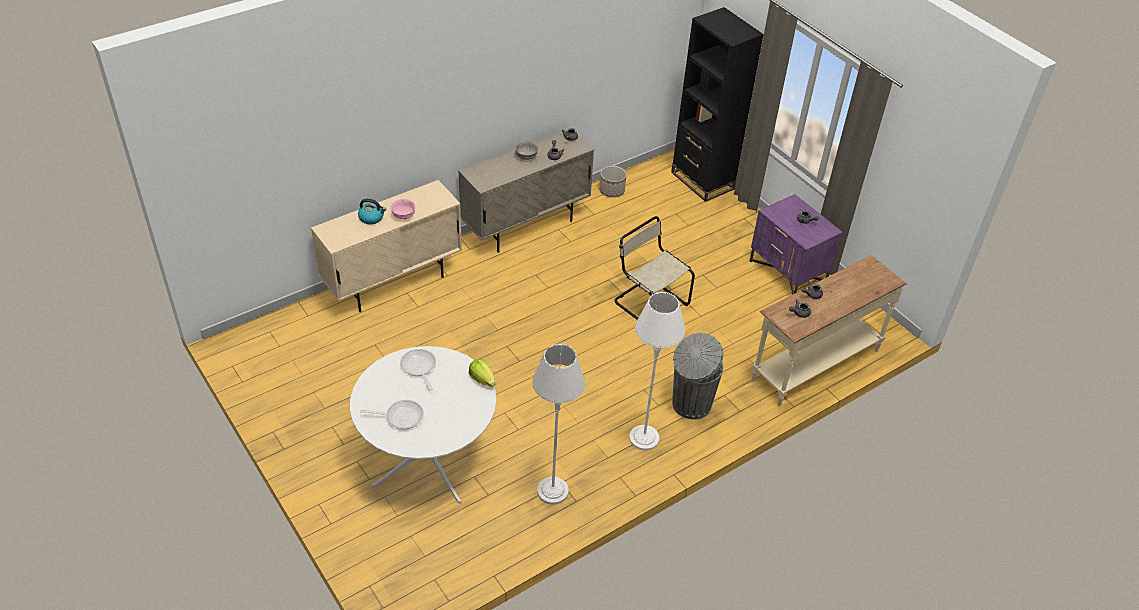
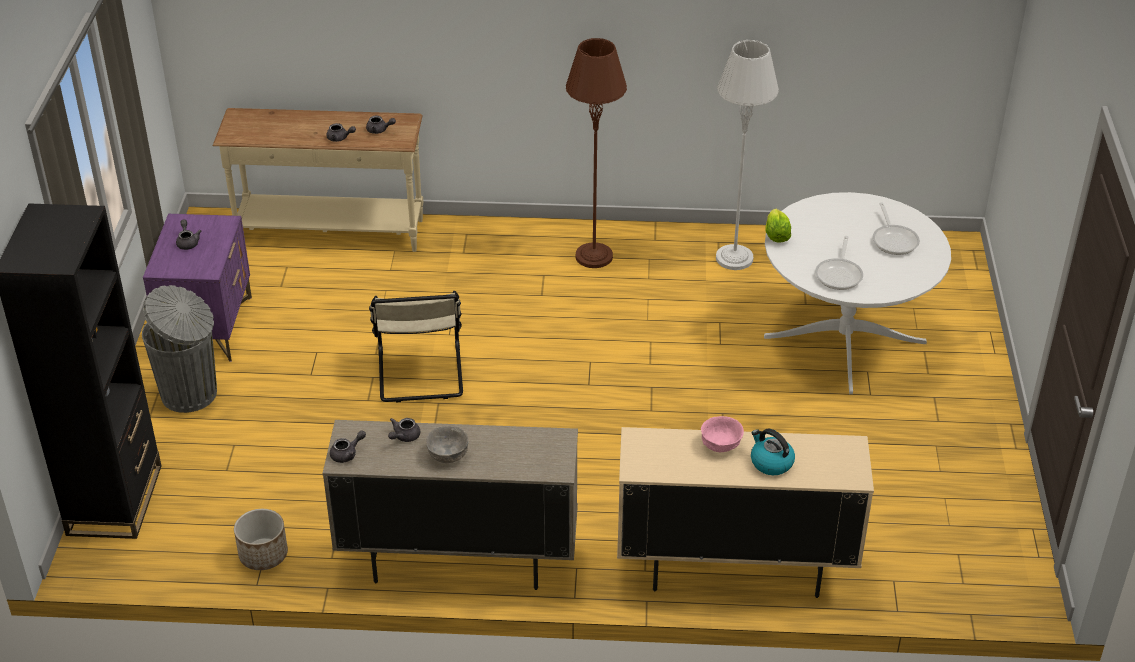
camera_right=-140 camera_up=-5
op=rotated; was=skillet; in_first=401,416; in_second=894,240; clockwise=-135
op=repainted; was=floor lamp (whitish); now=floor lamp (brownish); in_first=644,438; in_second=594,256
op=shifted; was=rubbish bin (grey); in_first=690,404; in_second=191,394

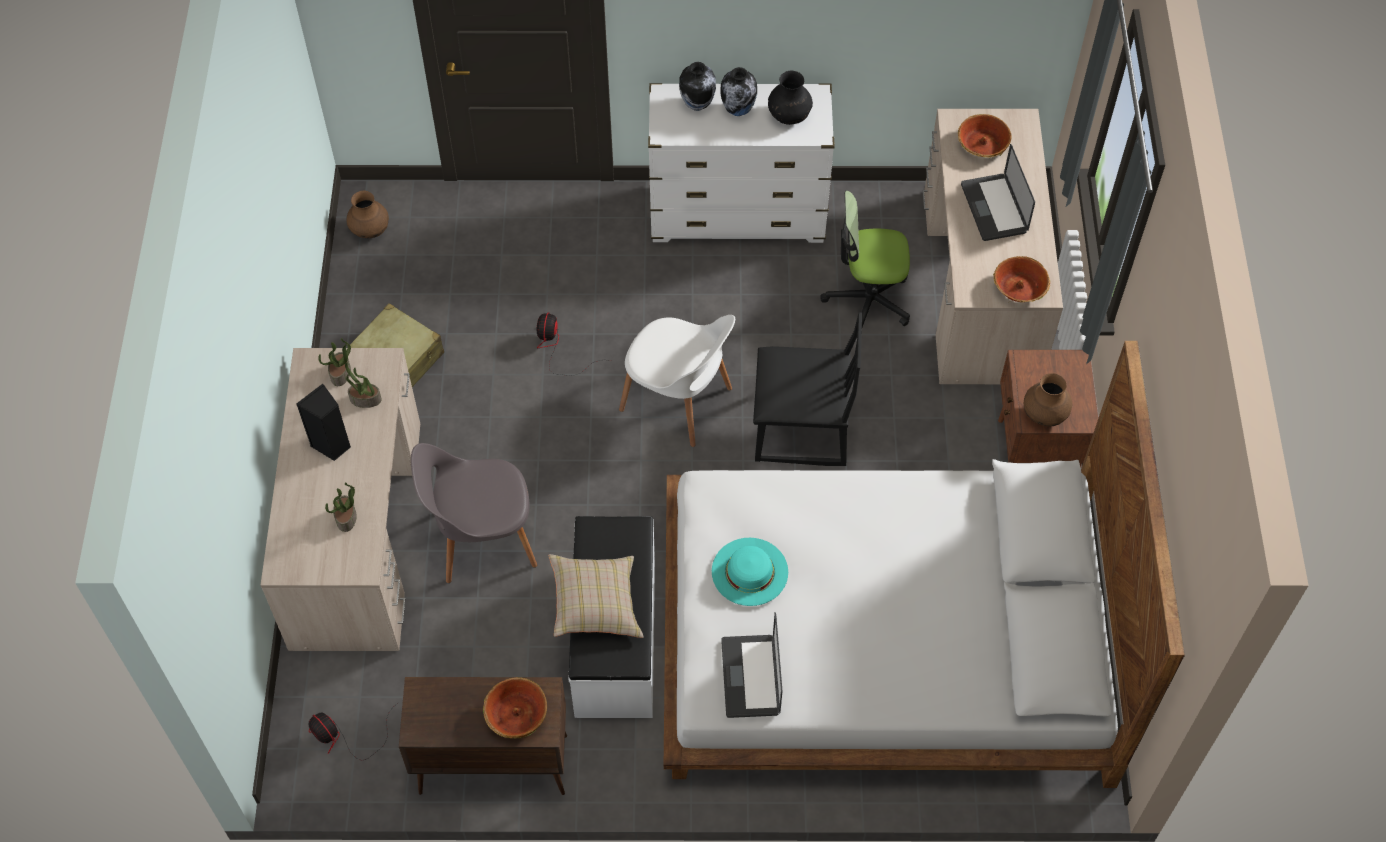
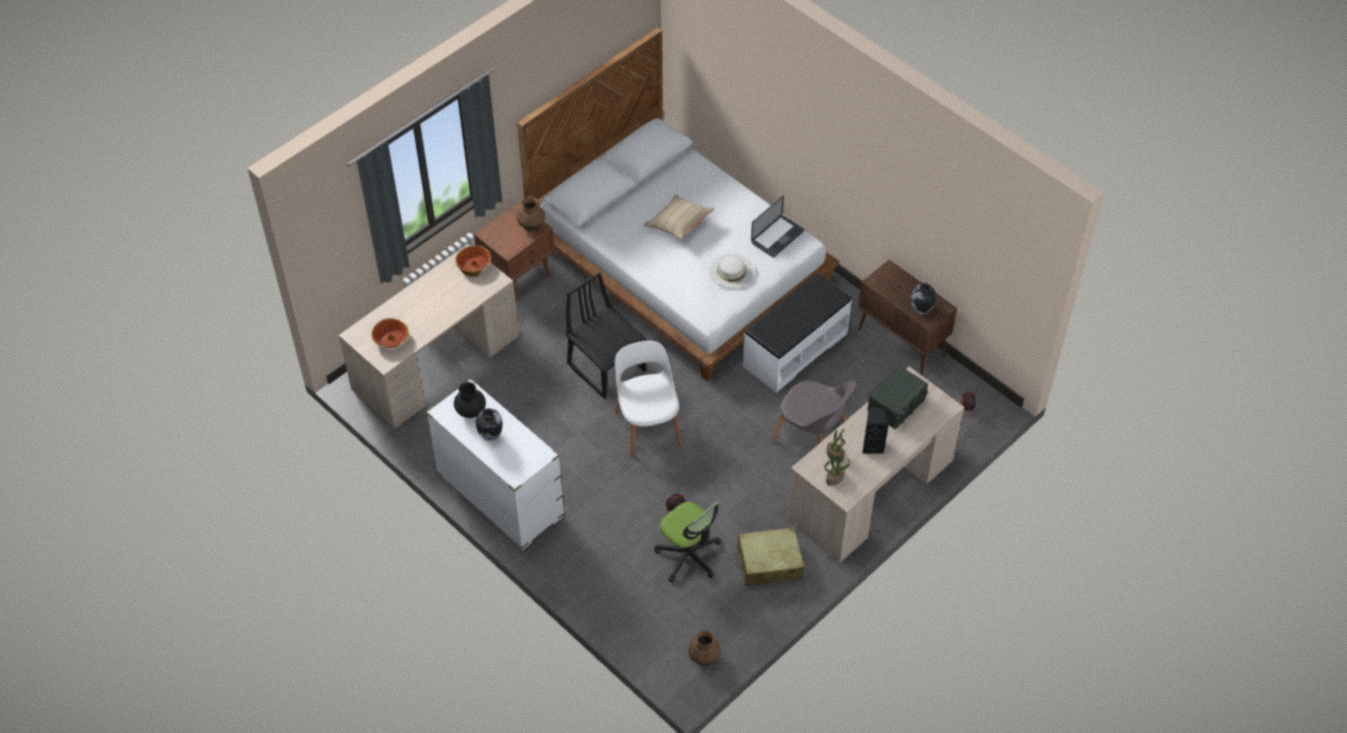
camera_right=-135 camera_up=-5
op=swapped; was=plant in a pot; now=radio set; in_first=346,518; in_second=897,406
op=gone; was=bowl; in_first=516,714
op=shifted; was=throw pillow (beige); in_first=595,604; in_second=678,224
op=shifted; was=vase; in_first=697,104; in_second=920,310
op=repainted; was=hat (blue-green); now=hat (whitish); in_first=749,571; in_second=731,271
op=shifted; was=computer chair; in_first=867,300; in_second=688,556
op=gone; was=laptop; in_first=994,208

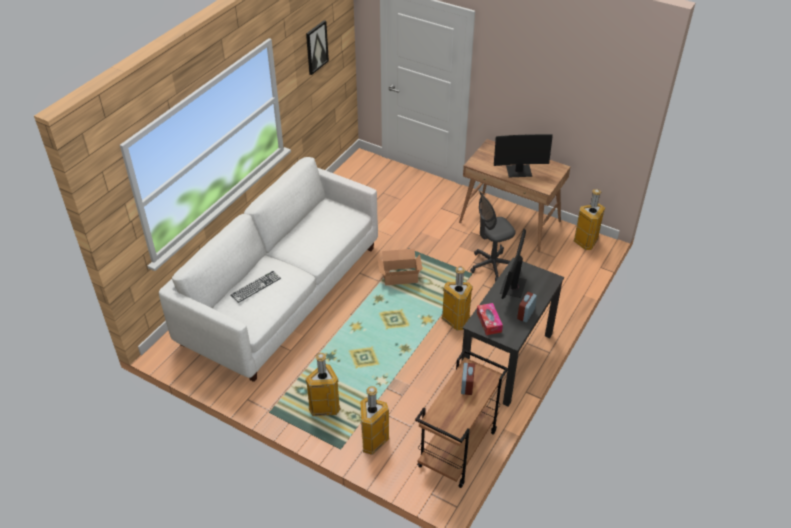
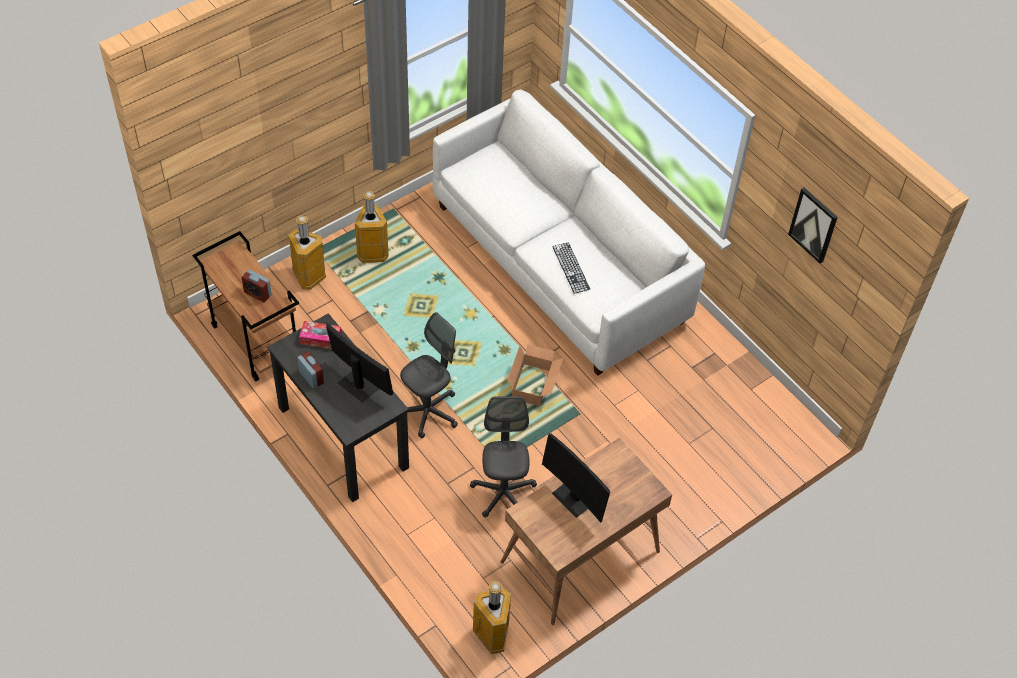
camera_right=110 camera_up=10
op=shifted; was=keyboard; in_first=256,286; in_second=571,268
op=swapped; was=rubbish bin; now=computer chair (grey); in_first=455,321; in_second=428,412
op=rotated; was=computer display; in_first=519,171; in_second=574,498; clockwise=-60

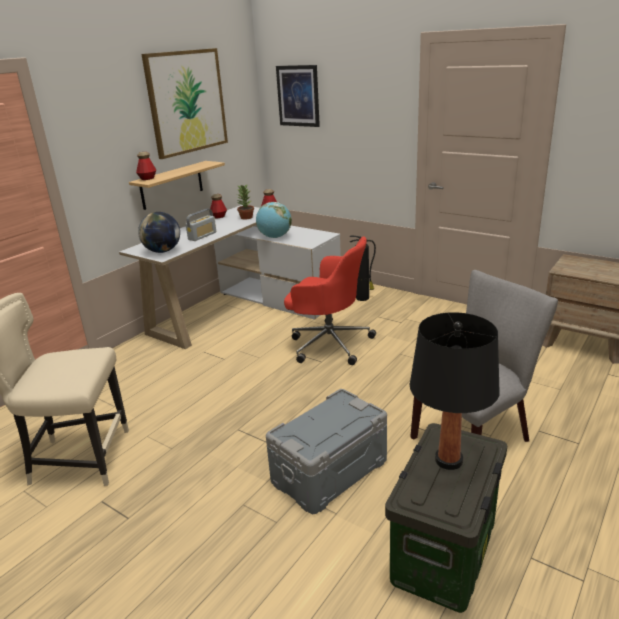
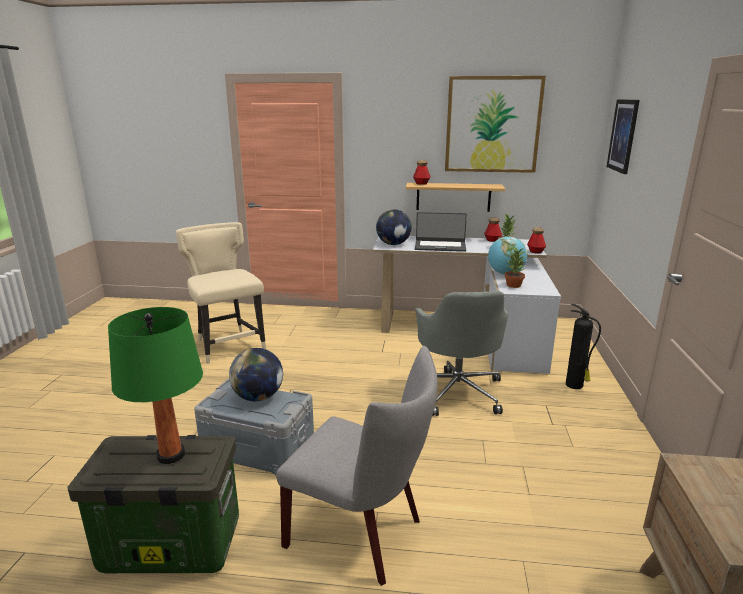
camera_right=60 camera_up=-5
op=swapped; was=radio set; now=laptop; in_first=202,236; in_second=440,246
op=repainted; was=computer chair (red-coloured); now=computer chair (grey); in_first=329,343; in_second=457,391
op=repainted; was=tabletop lamp (blackish); now=tabletop lamp (green); in_first=449,460; in_second=170,455
op=new; now=world globe; in_second=258,397
op=new; now=plant in a pot; in_second=513,285

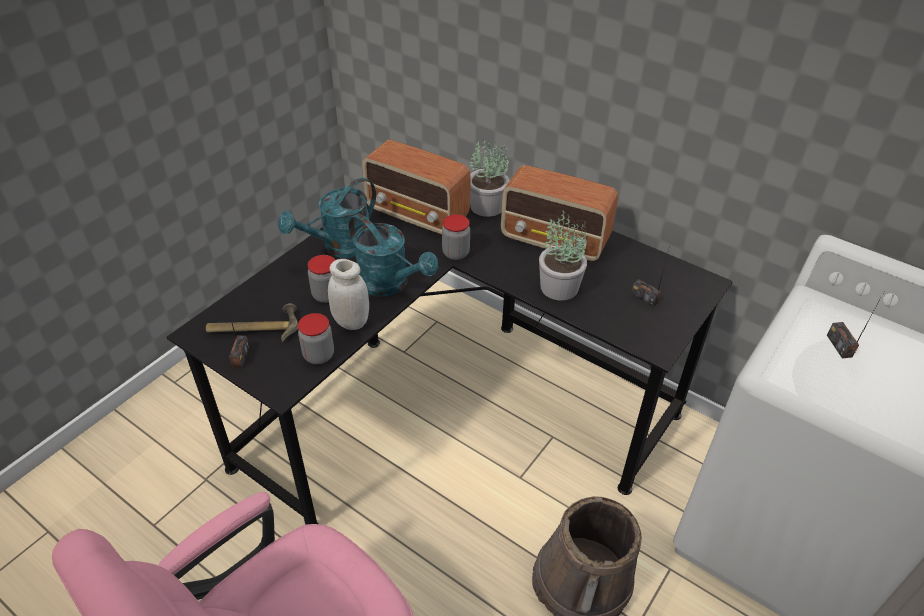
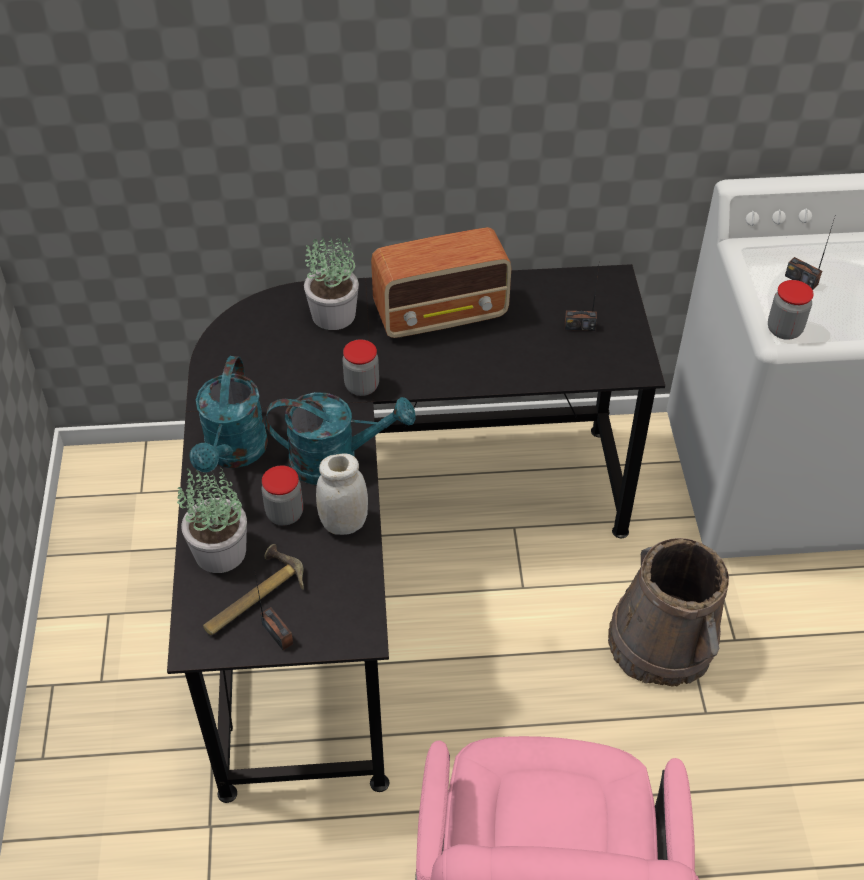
camera_right=-40 camera_up=5
op=shifted; was=storage jar; in_first=319,355; in_second=784,330
op=gone; was=radio set; in_first=418,214
op=shifted; was=plant in a pot; in_first=558,287; in_second=219,552

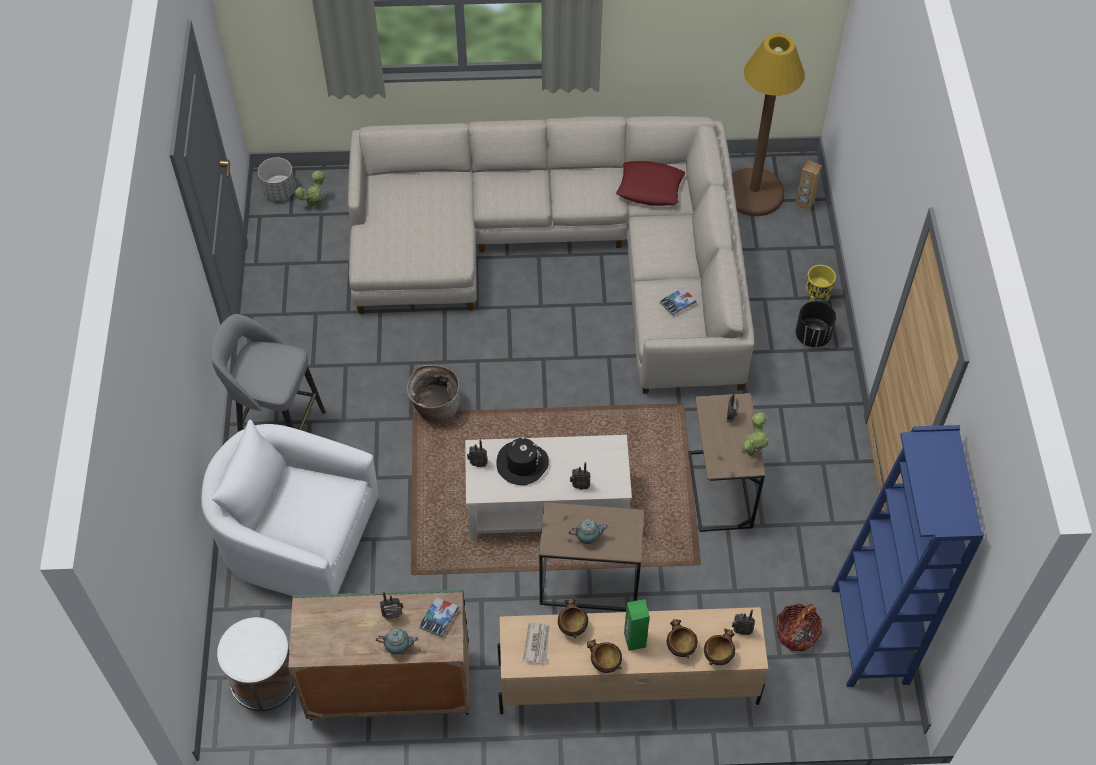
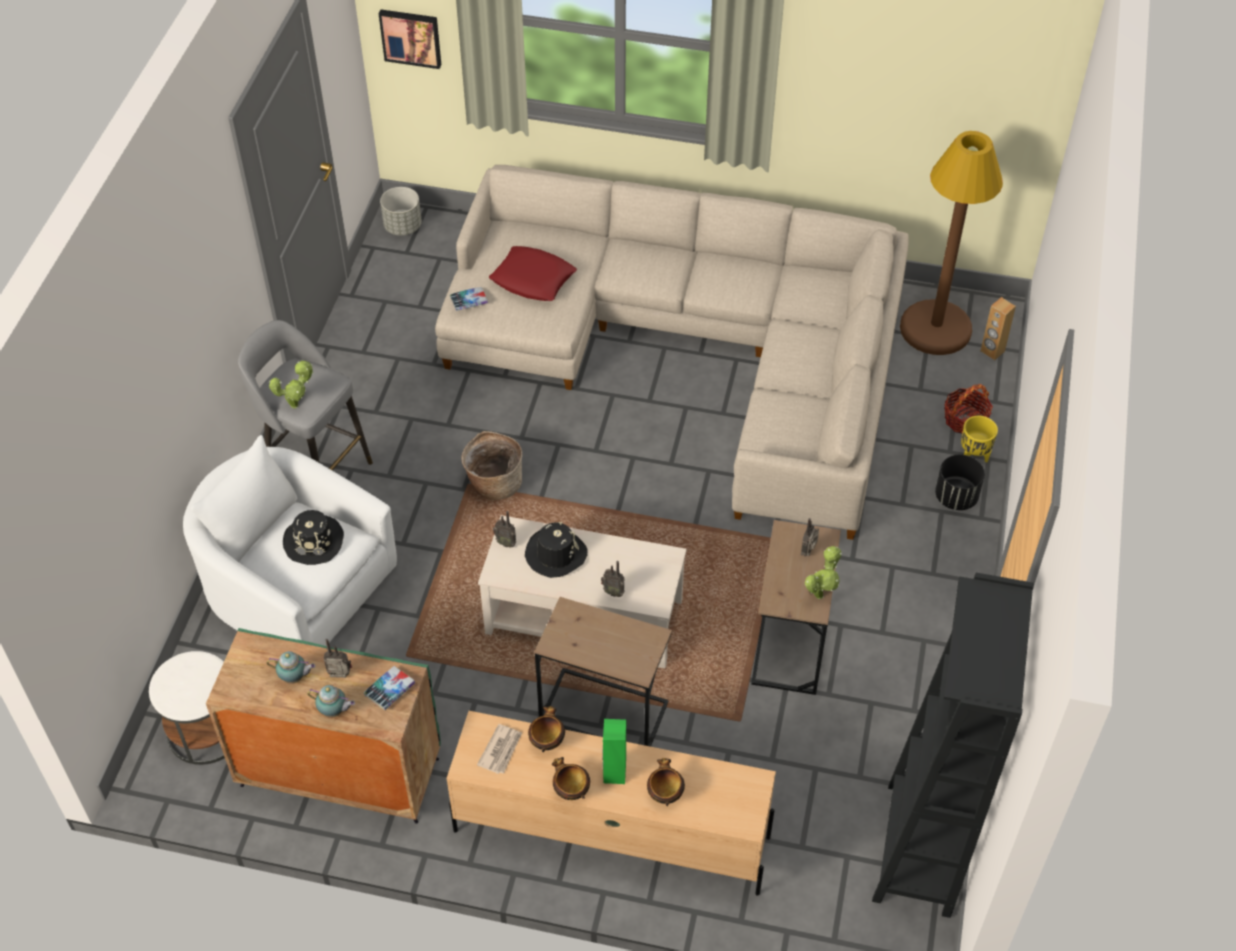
camera_right=15 camera_up=-5
op=shifted; was=plant in a pot; in_first=314,204; in_second=297,404
op=shifted; was=tea pot; in_first=588,538; in_second=295,678
op=shifted; was=throw pillow (red-coloured); in_first=650,188; in_second=533,279
op=shifted; was=volume; in_first=677,303; in_second=469,301
op=gone; was=bowl; in_first=718,655
op=gone; was=radio set; in_first=741,630
op=shifted; was=basket; in_first=796,633; in_second=965,420
op=repainted; was=bookcase (blue); now=bookcase (blackish); in_first=869,636; in_second=918,849
op=new; now=hat (blackish); in_second=314,541
op=new; now=wall art; in_second=411,37

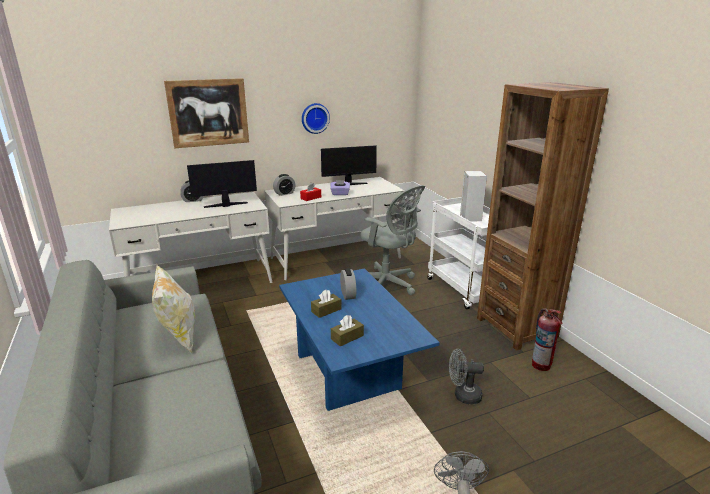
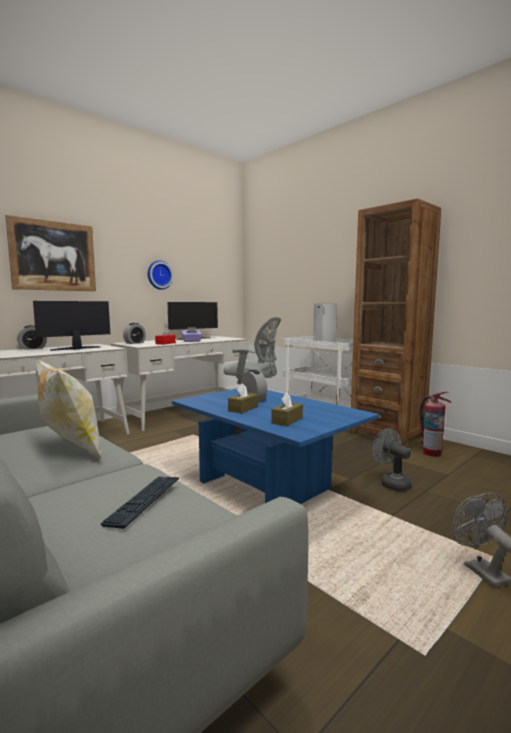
camera_right=-20 camera_up=-15
op=rotated; was=fan (grey); in_first=463,395; in_second=391,483; clockwise=75
op=new; now=keyboard; in_second=144,501

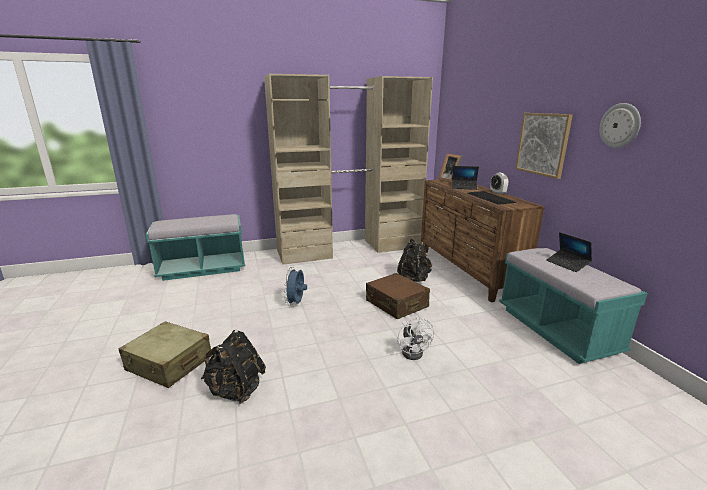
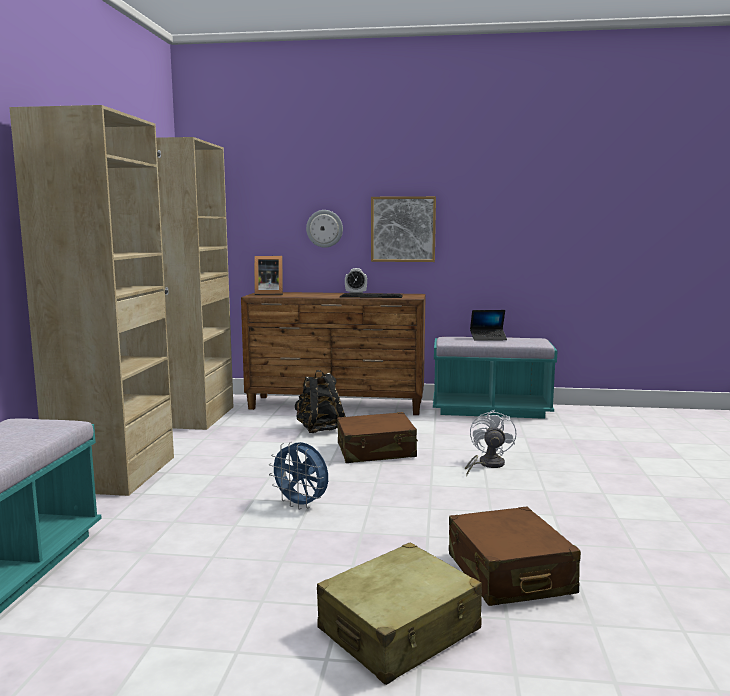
camera_right=-65 camera_up=-10
op=swapped; was=rucksack (blackish); now=suitcase (brownish); in_first=236,390; in_second=509,574
op=rotated; was=fan (whitish); in_first=414,351; in_second=487,465; clockwise=-90
op=gone; was=laptop; in_first=464,187
op=shifted; was=wall clock; in_first=620,125; in_second=324,228

